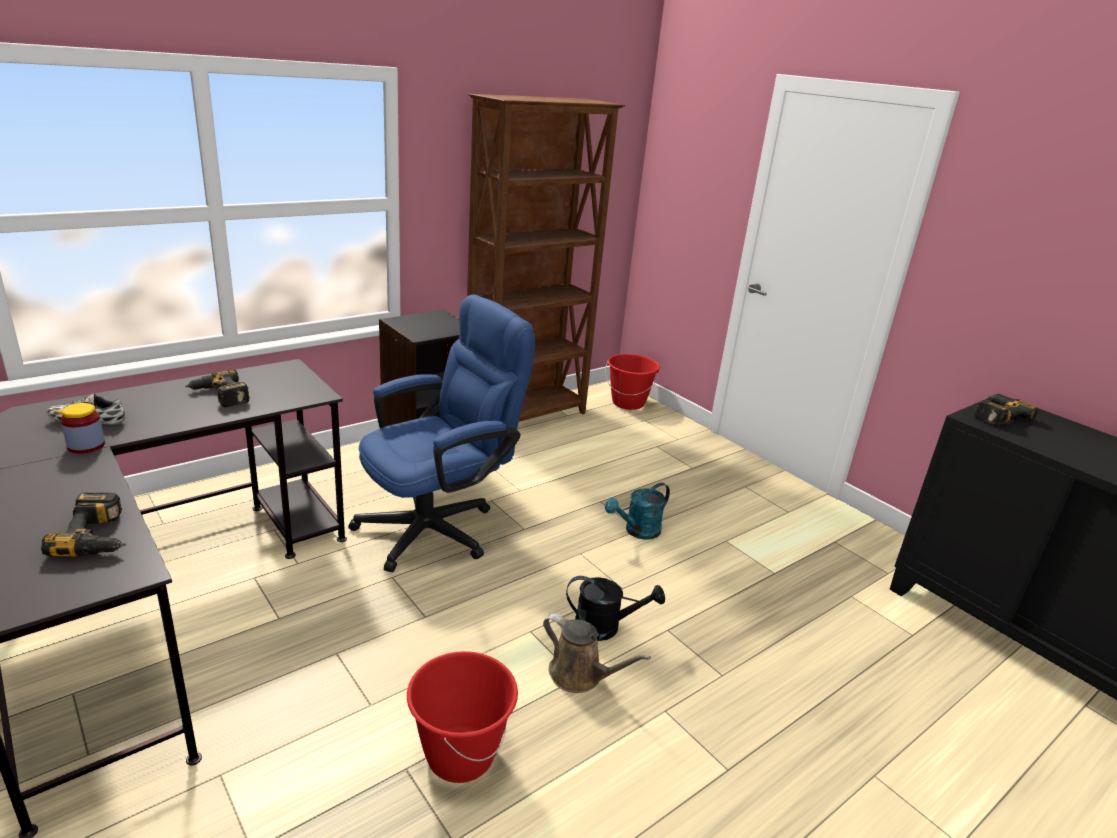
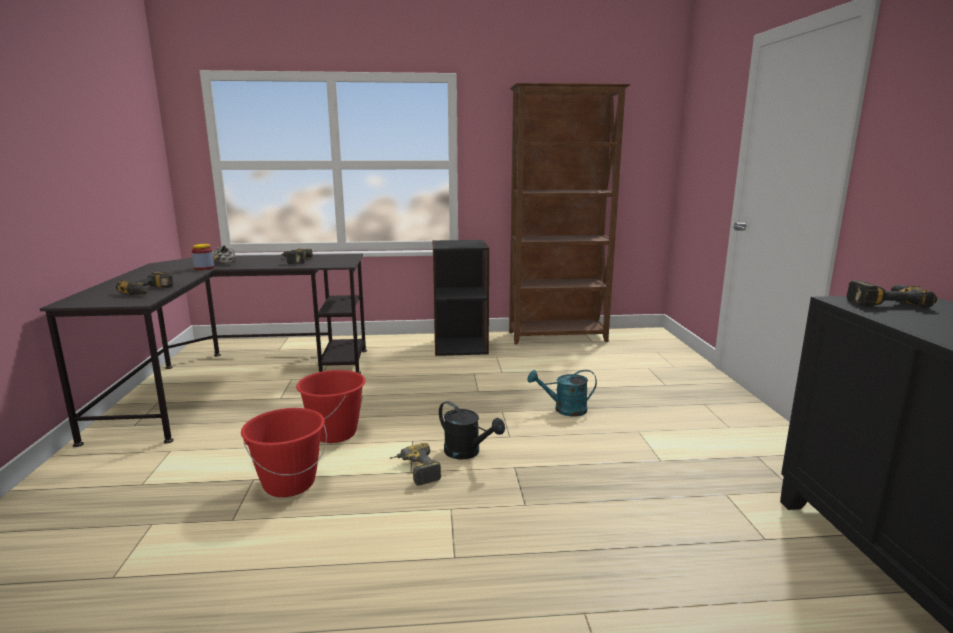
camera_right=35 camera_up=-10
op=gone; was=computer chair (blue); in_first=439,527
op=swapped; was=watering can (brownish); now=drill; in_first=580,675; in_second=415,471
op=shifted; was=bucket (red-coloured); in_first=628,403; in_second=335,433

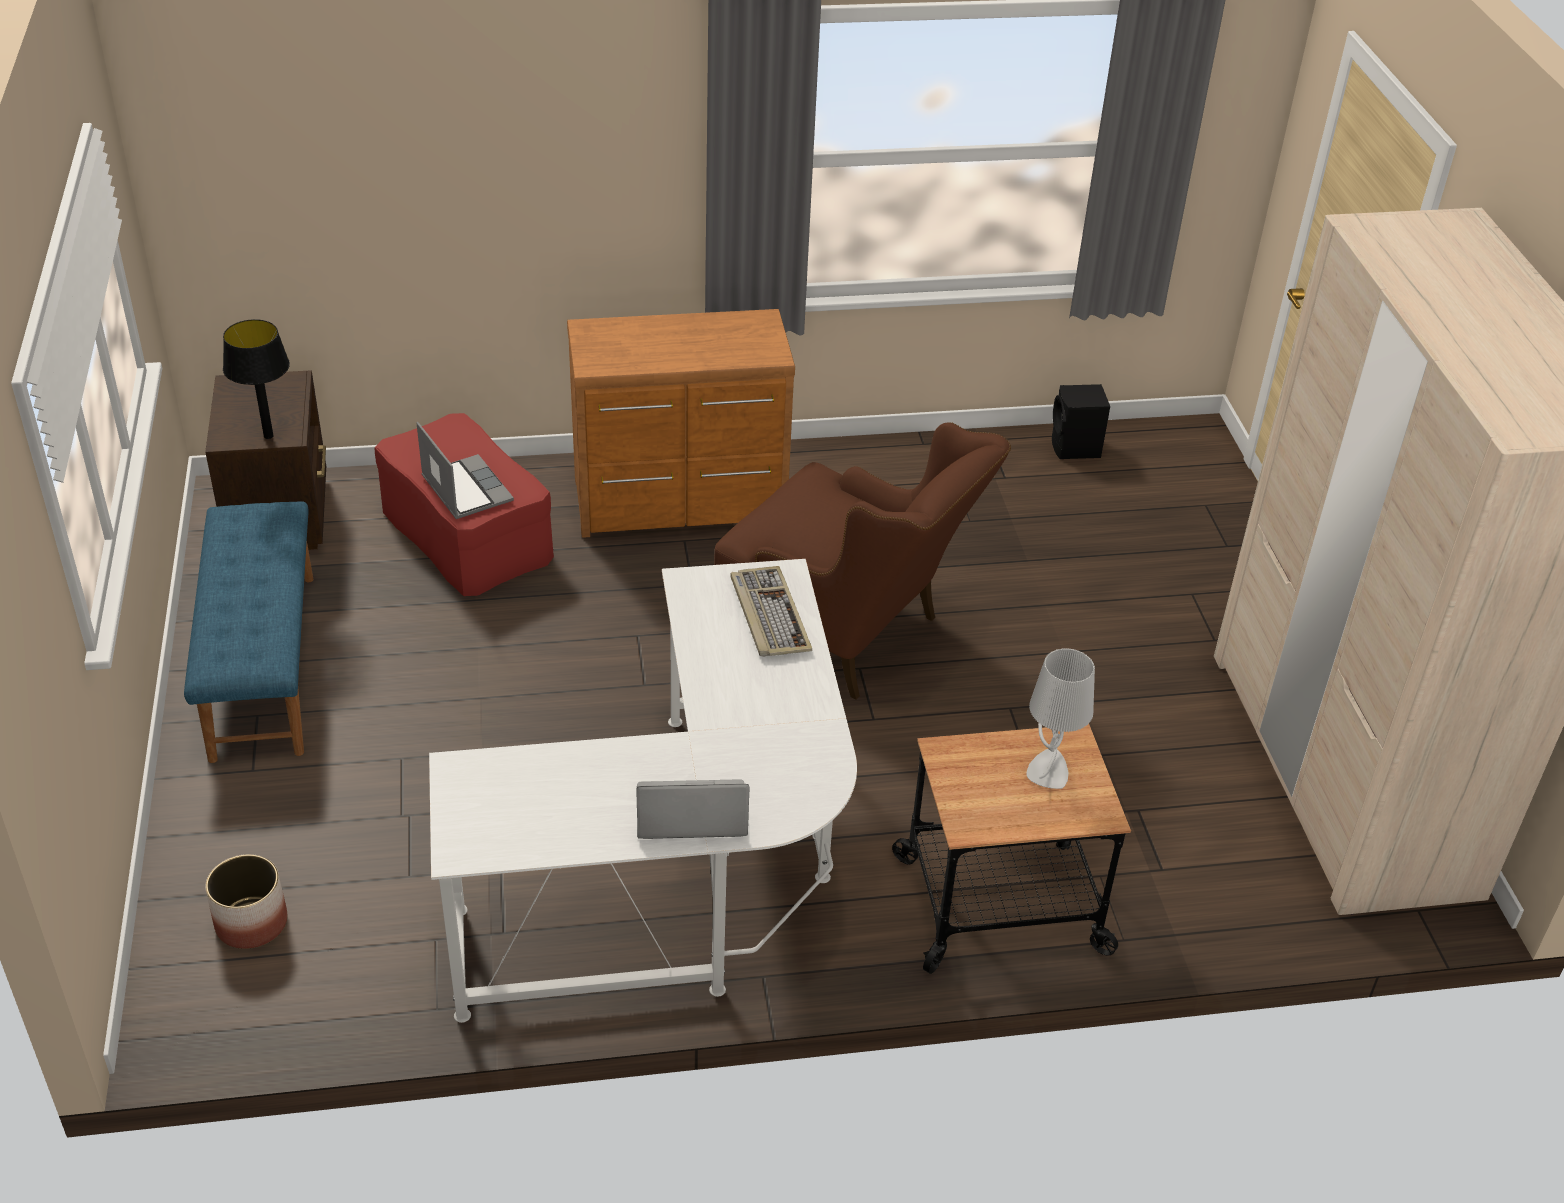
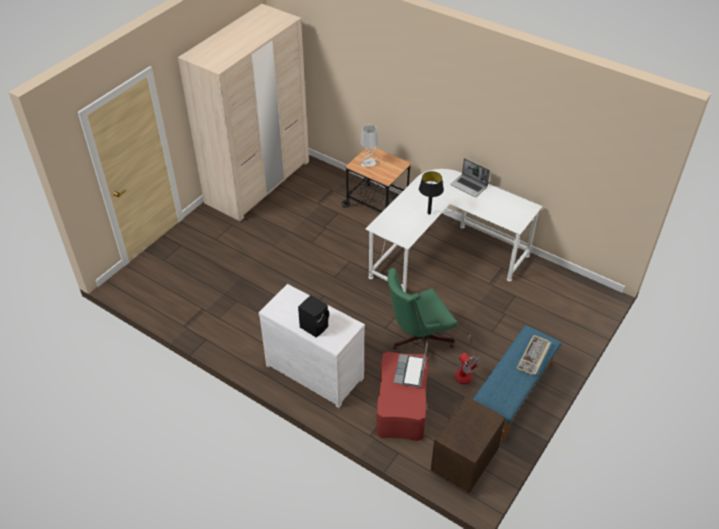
camera_right=-135 camera_up=5
op=gone; was=flower pot; in_first=251,924
op=shifted; was=tabletop lamp (blackish); in_first=269,436; in_second=429,213
op=repainted; was=dresser (brownish); now=dresser (whitish); in_first=681,503; in_second=315,369
op=gone; was=easy chair (brownish); in_first=849,635
op=shifted; was=keyboard; in_first=768,614; in_second=534,357
op=shifted; was=speaker (blackish); in_first=1075,449; in_second=315,326
op=new; now=computer chair (green); in_second=417,341
op=new; now=fan; in_second=464,371

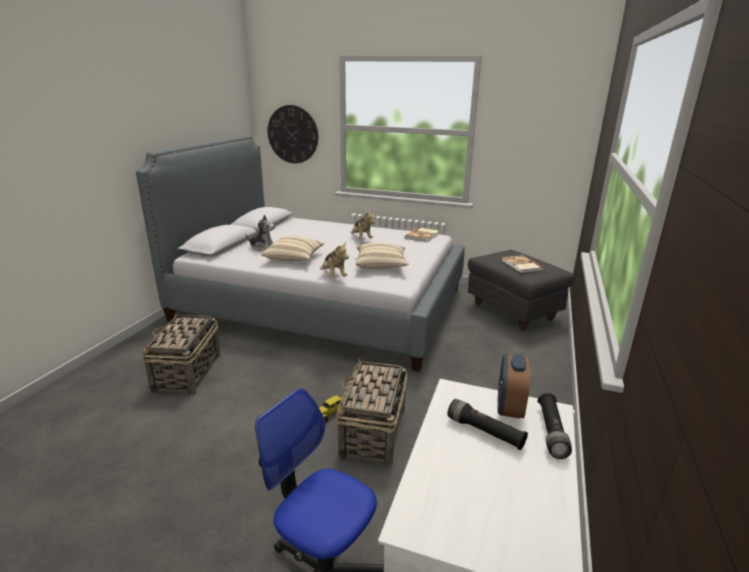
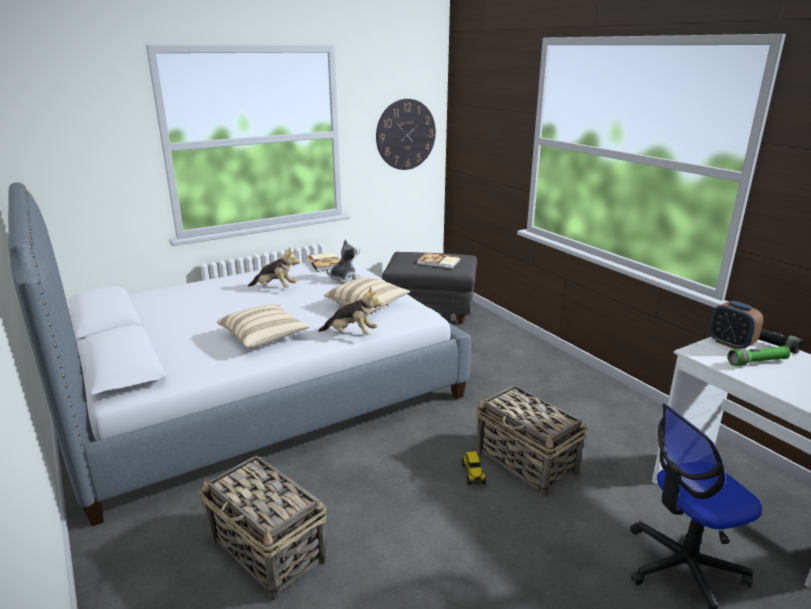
camera_right=-50 camera_up=0
op=shifted; was=plush toy; in_first=263,247; in_second=344,279
op=shifted; was=wall clock; in_first=293,134; in_second=406,134
op=repainted; was=hand torch (blackish); now=hand torch (green); in_first=485,432; in_second=757,362

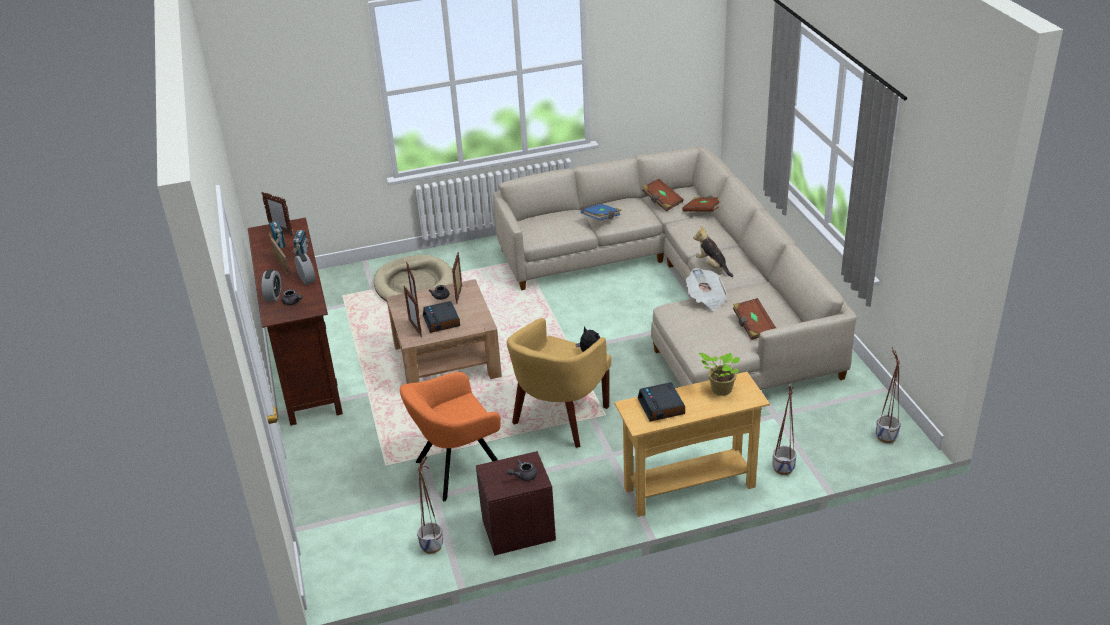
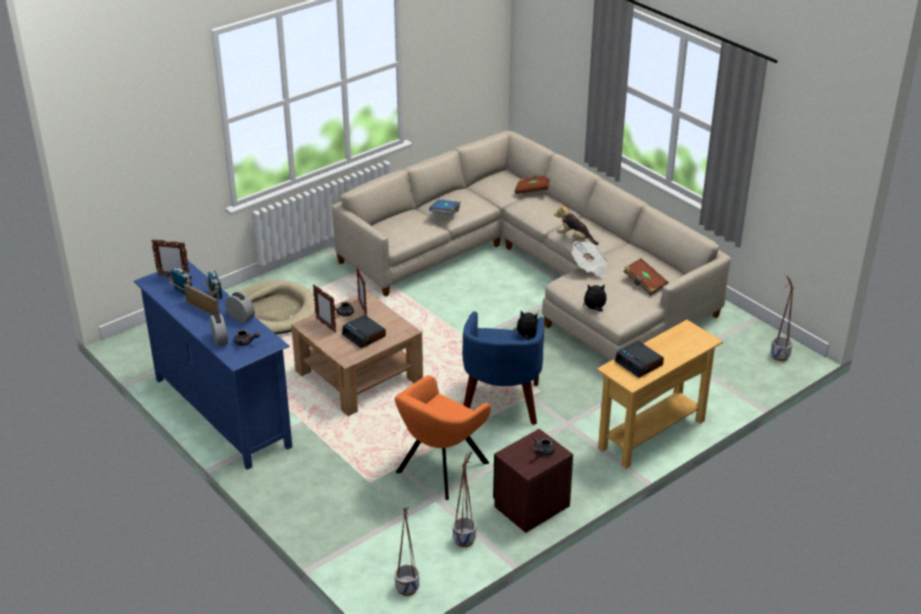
camera_right=-25 camera_up=0
op=repainted; was=media console (brownish); now=media console (blue); in_first=306,367; in_second=221,412
op=gone; was=standing frame; in_first=415,328
op=repainted; was=easy chair (yellow-coloured); now=easy chair (blue); in_first=560,418; in_second=502,403
op=gone; was=volume (brownish); in_first=662,201
op=gone; was=plant in a pot; in_first=719,389
op=shifted; was=flower pot; in_first=783,468; in_second=407,588
op=new; now=plush toy; in_second=594,309

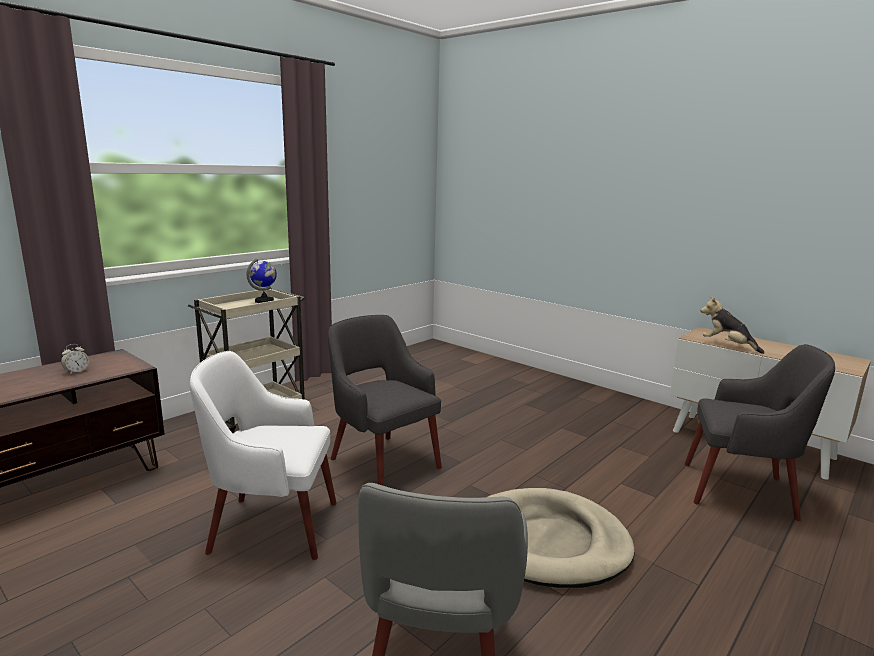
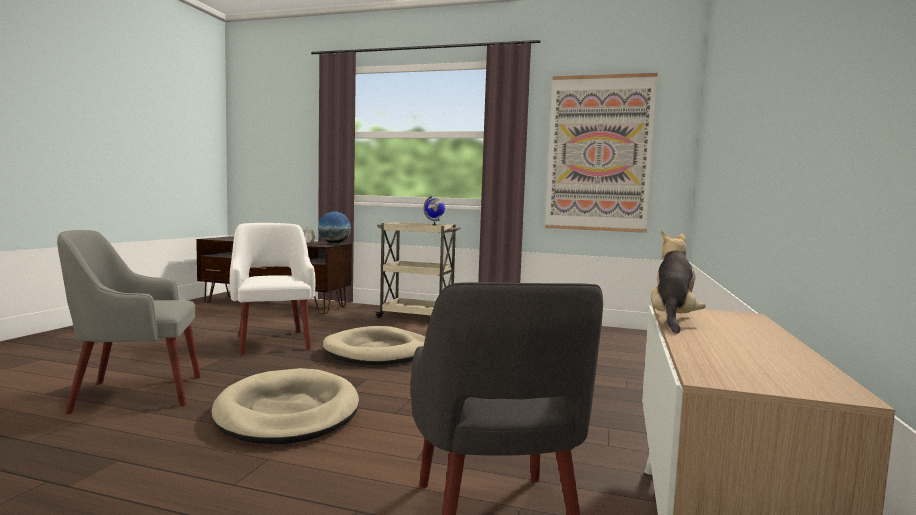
camera_right=65 camera_up=-10
op=swapped; was=easy chair (grey); now=dog cushion (beige); in_first=383,462; in_second=379,352
op=new; now=world globe; in_second=334,243
op=new; now=wall art; in_second=599,153

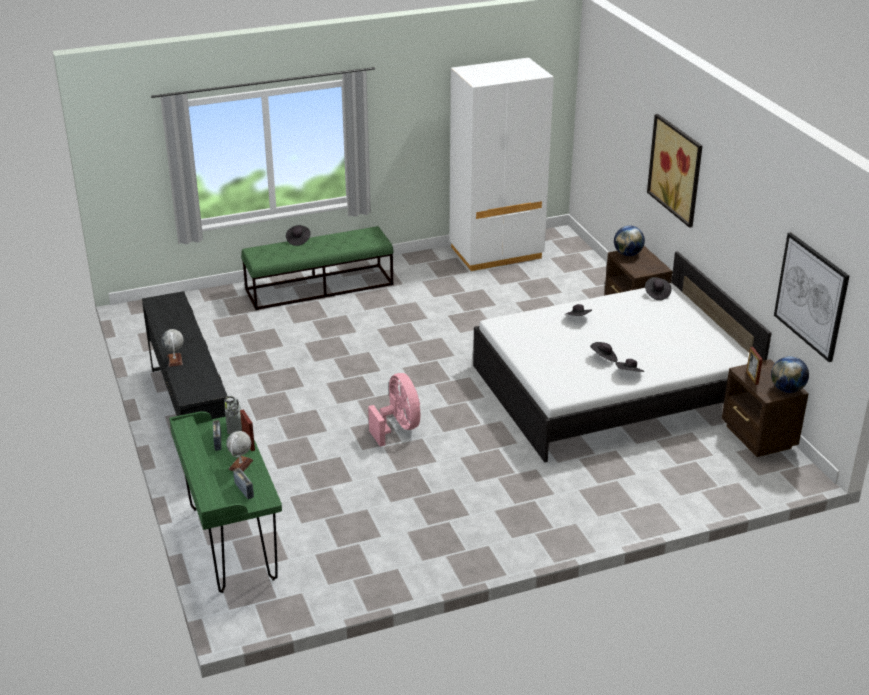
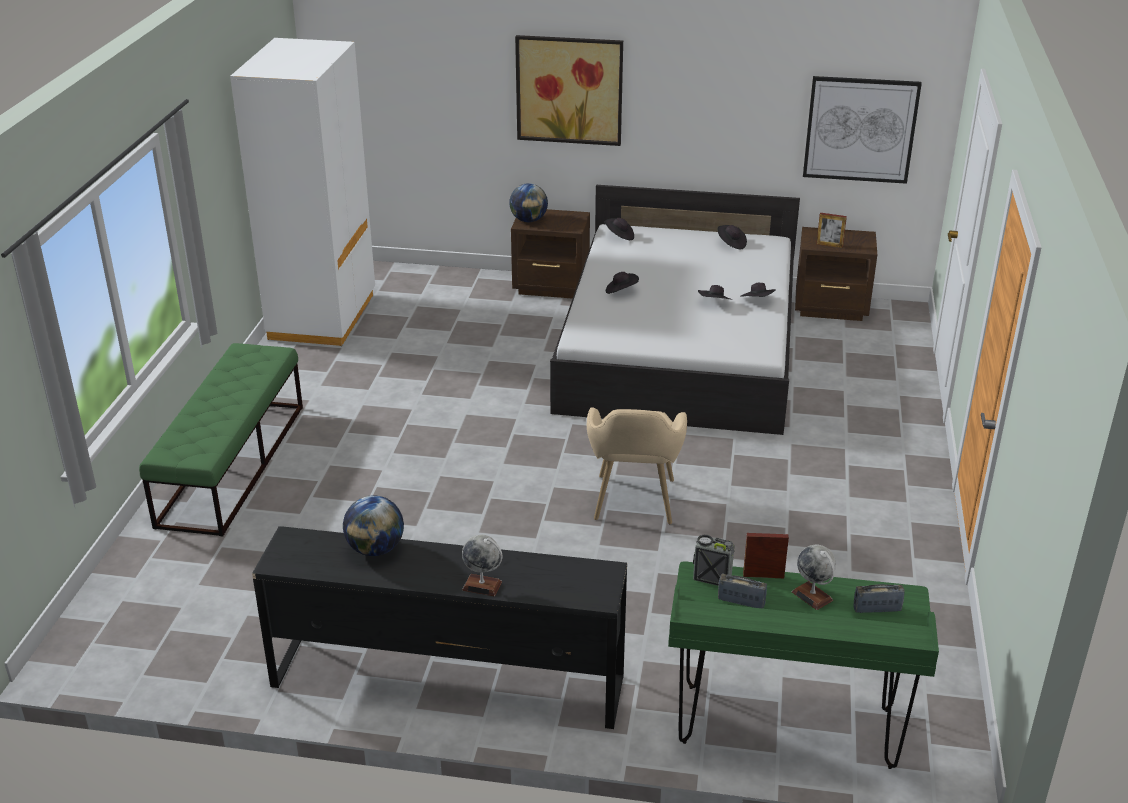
camera_right=-60 camera_up=0
op=shifted; was=hat (blackish); in_first=298,240; in_second=731,244
op=swapped; was=fan (pink); now=easy chair (beige); in_first=398,428; in_second=633,508
op=shifted; was=world globe; in_first=787,389; in_second=375,549

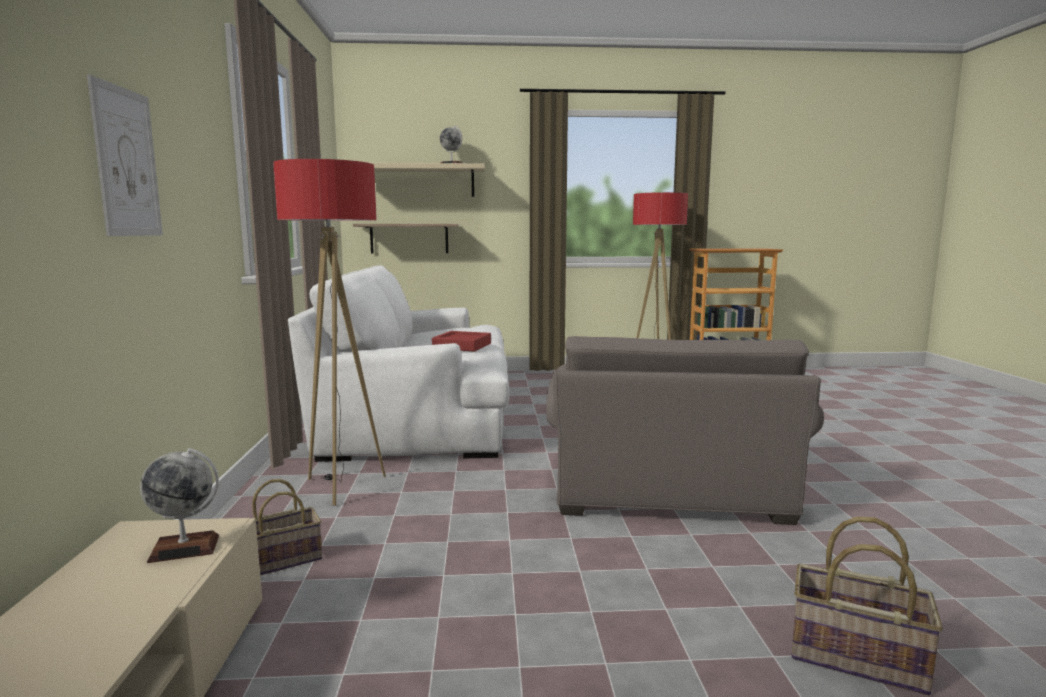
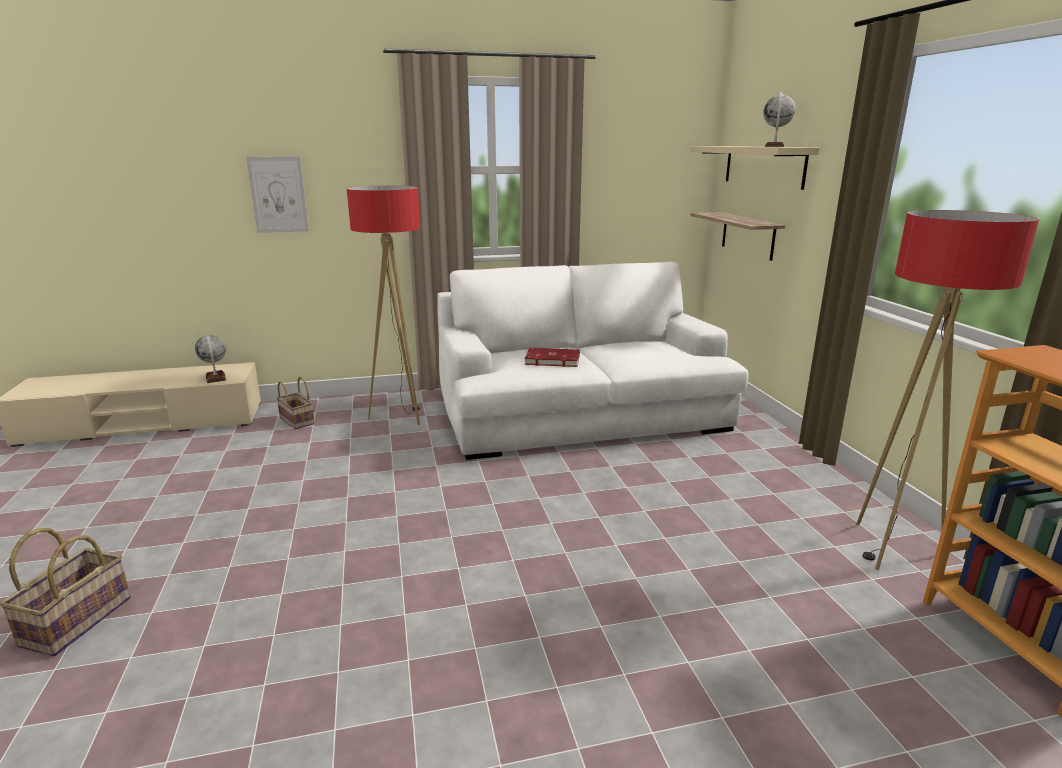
camera_right=80 camera_up=10
op=swapped; was=serving tray (red-coloured); now=volume (red-coloured); in_first=462,346; in_second=552,359
op=gone; was=easy chair (grey); in_first=665,486

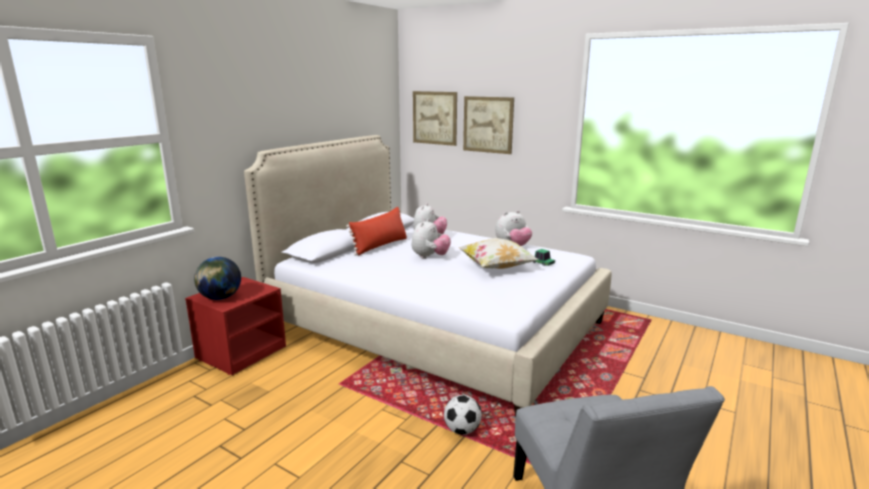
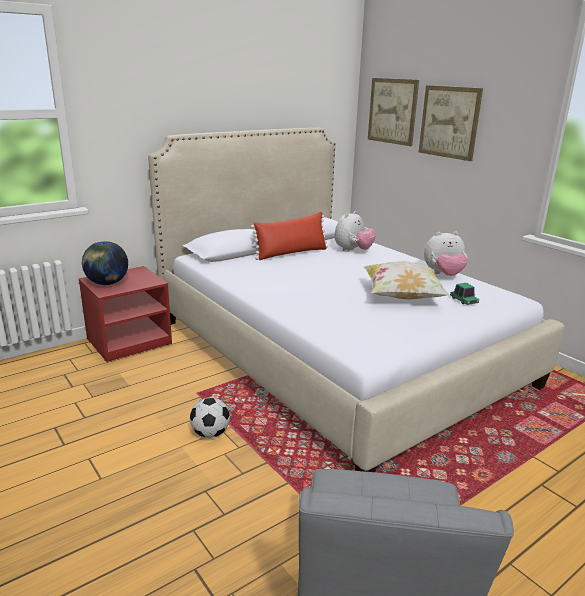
camera_right=20 camera_up=5
op=gone; was=plush toy; in_first=430,257
op=shifted; was=ball for football; in_first=462,430; in_second=210,433

